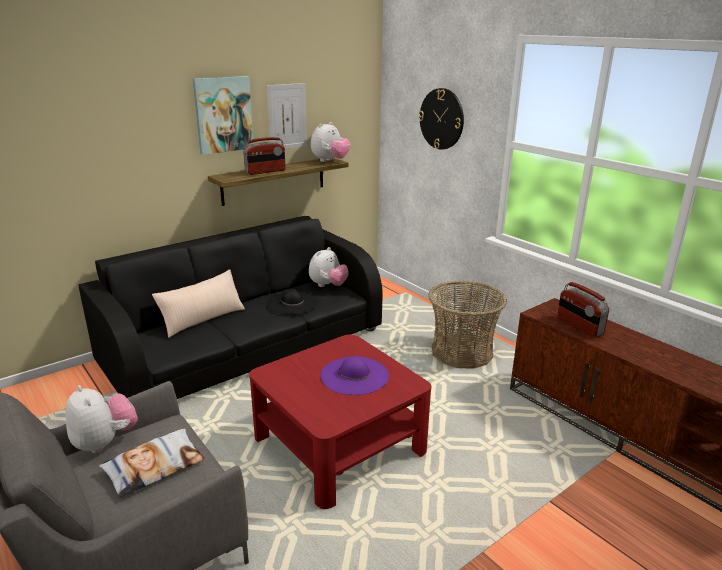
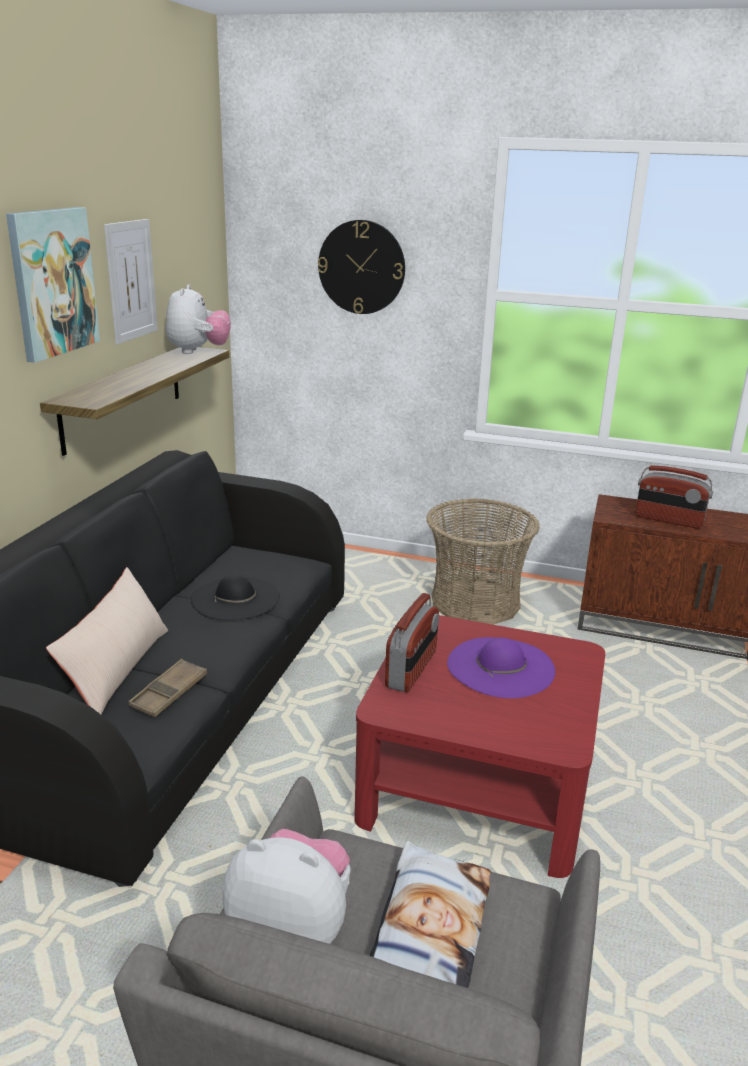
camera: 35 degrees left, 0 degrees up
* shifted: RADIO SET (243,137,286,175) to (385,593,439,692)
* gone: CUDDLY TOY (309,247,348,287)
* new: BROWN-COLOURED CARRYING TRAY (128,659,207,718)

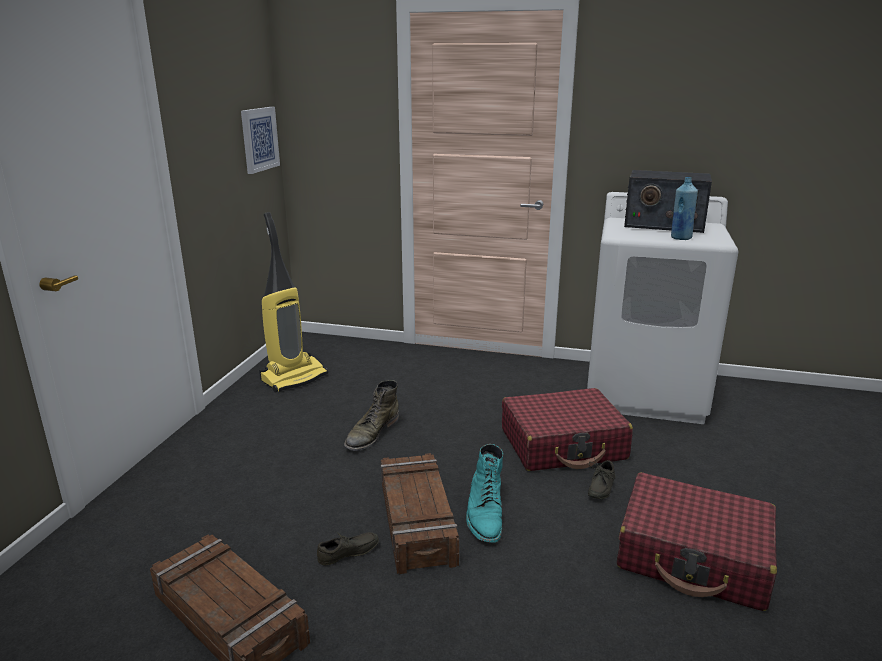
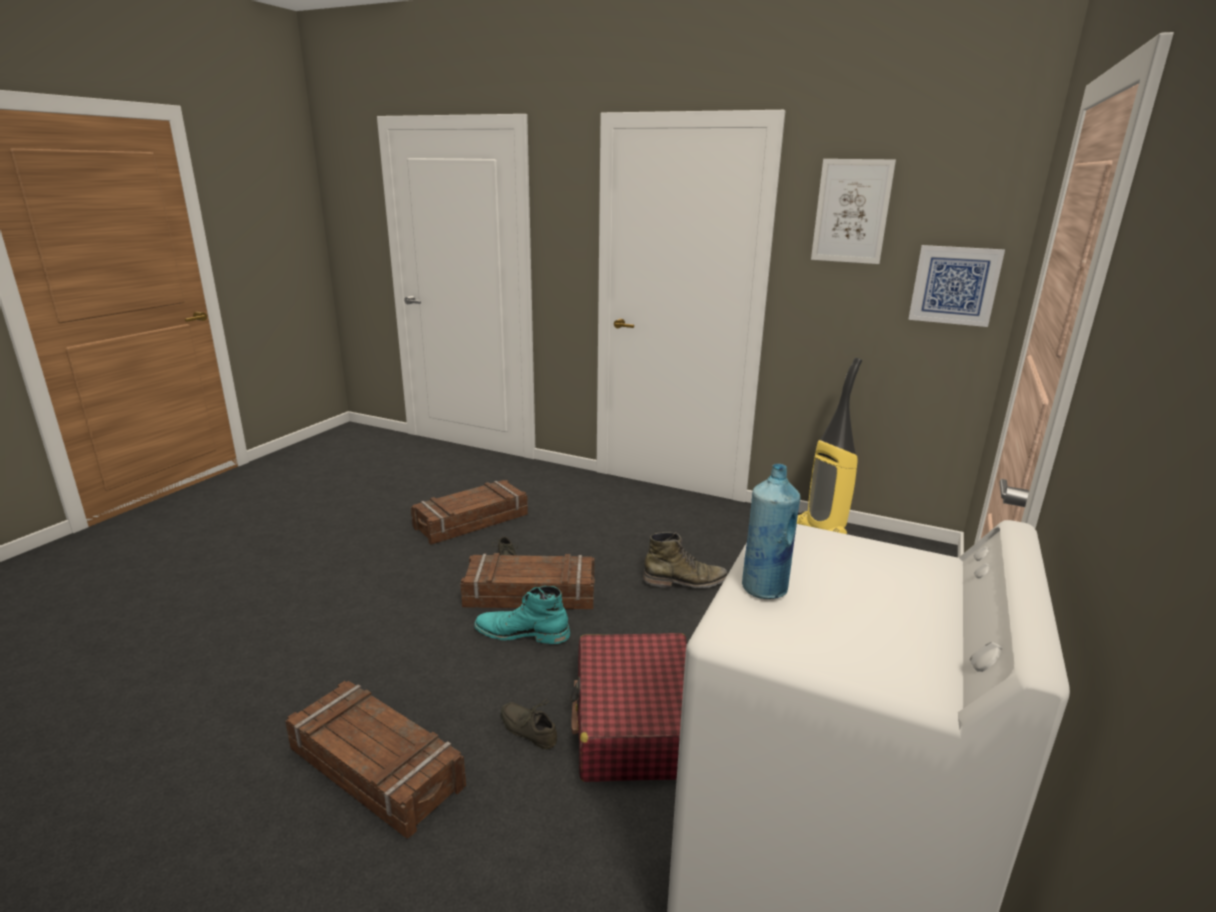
camera: 100 degrees right, 0 degrees up
* rotated: GREENISH HIGH-TOP BOOT (344,380,399,451) = (643,532,728,588) 135 degrees clockwise
* swapped: REDDISH SUITCASE (617,472,777,611) to CRATE (285,681,466,839)
* gone: RADIO SET (624,170,712,233)
* new: WALL ART (811,159,896,264)

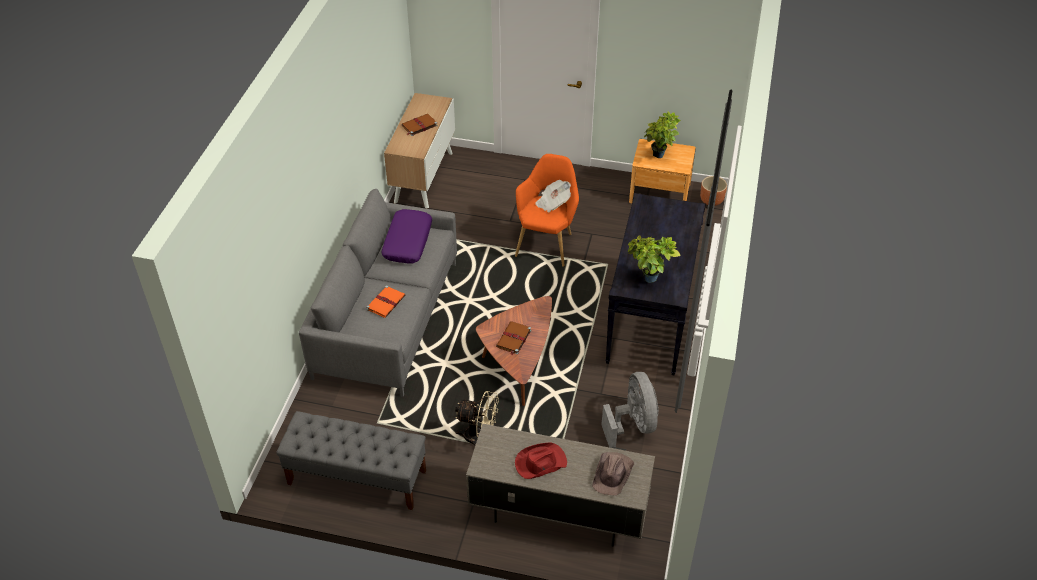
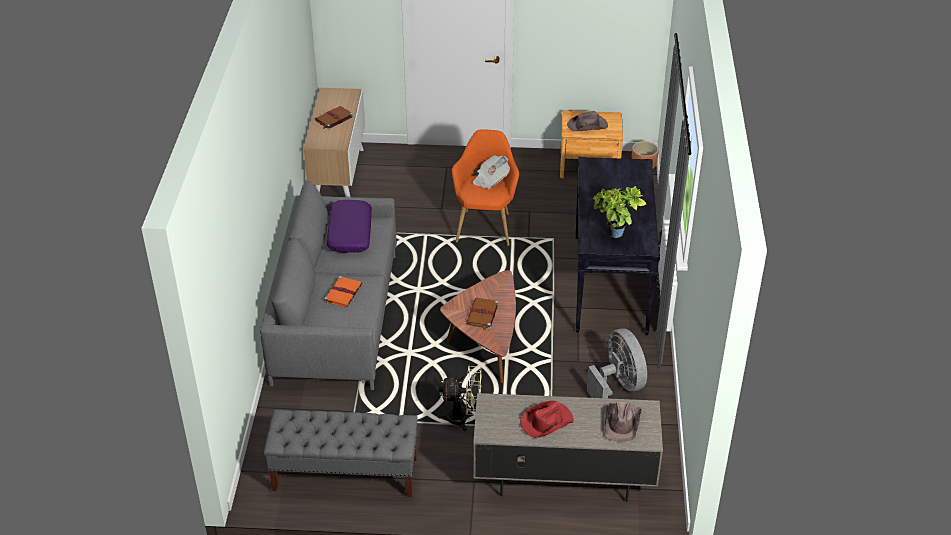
camera: 10 degrees left, 5 degrees down
* swapped: HOUSEPLANT (644,112,680,158) to BROWN-COLOURED CLOTHING HAT (567,111,608,131)

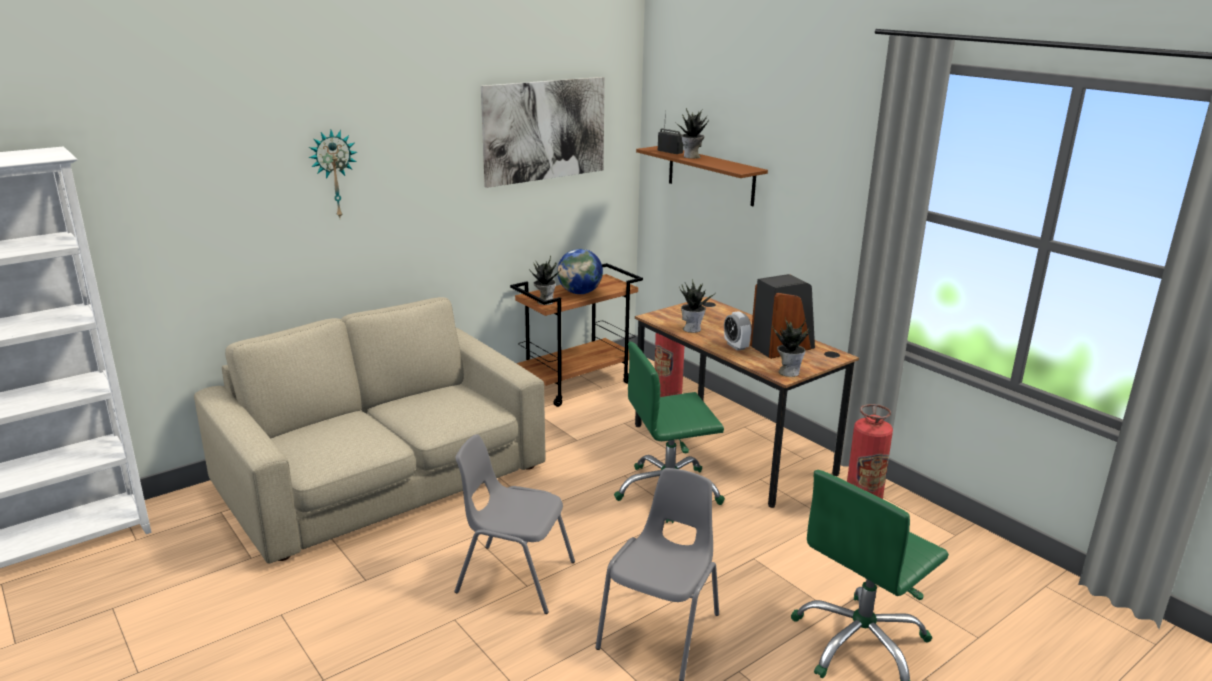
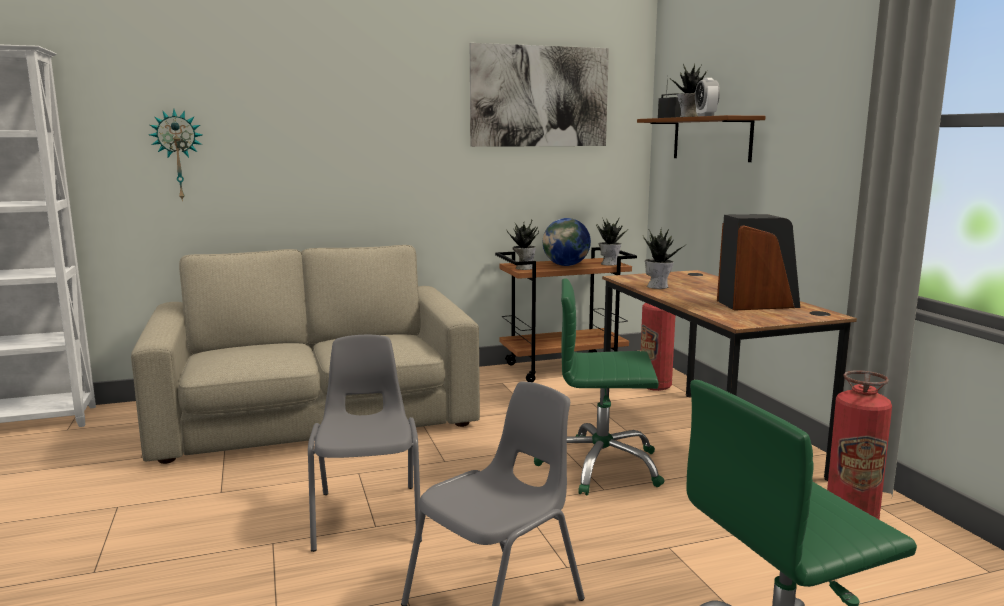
camera: 20 degrees right, 10 degrees down
* shifted: WALL CLOCK (308,130,357,218) to (149,109,202,201)
* rotated: GREY UPRIGHT CHAIR (455,434,575,614) = (308,335,422,552) 45 degrees clockwise
* shifted: TABLE CLOCK (724,311,752,351) to (695,78,720,116)
* shifted: HOUSEPLANT (772,317,811,377) to (596,218,627,266)

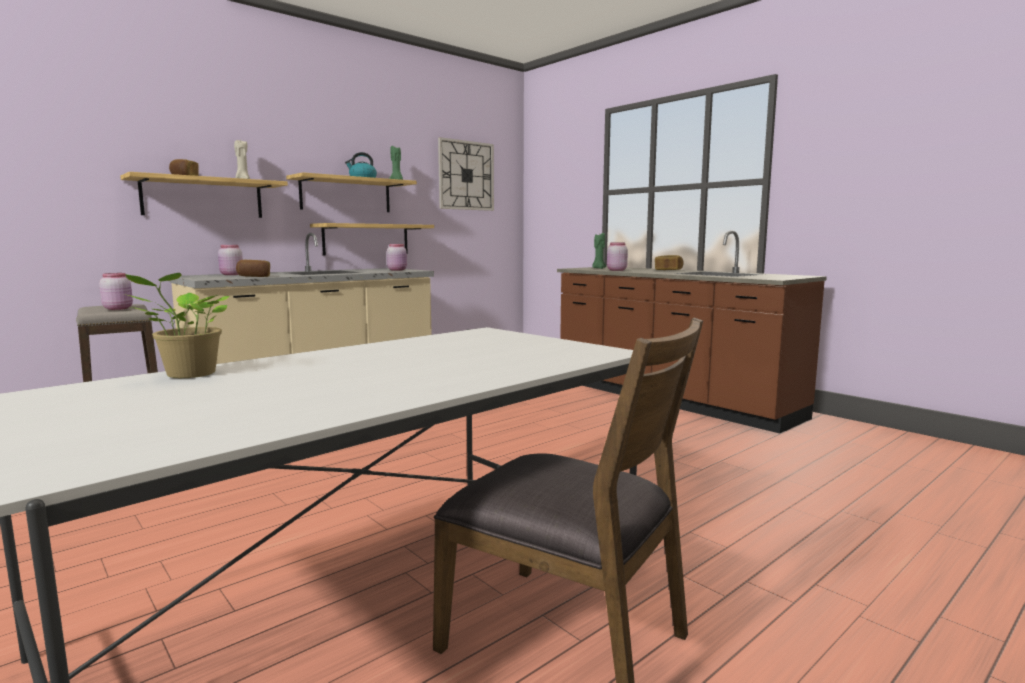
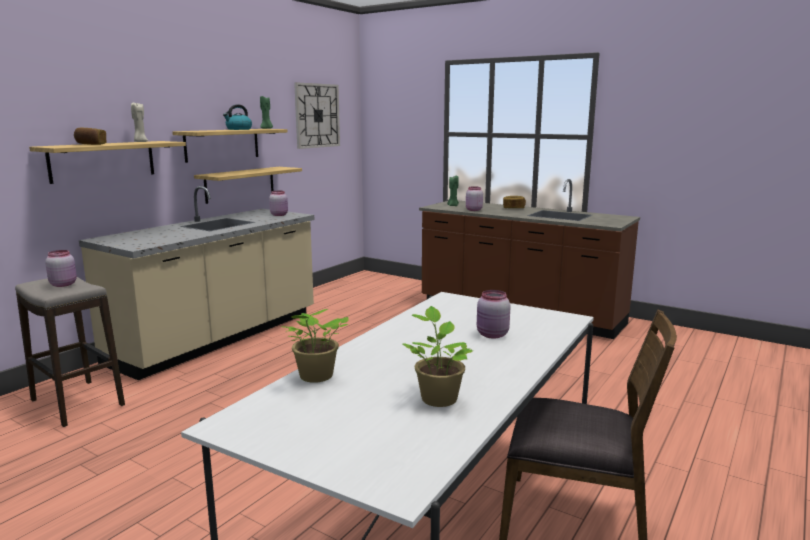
camera: 15 degrees left, 5 degrees up
* shifted: PINKISH STORAGE JAR (218,245,243,275) to (477,290,510,339)
* gone: BAKED BREAD (236,260,270,277)
* new: HOUSEPLANT (403,306,473,407)

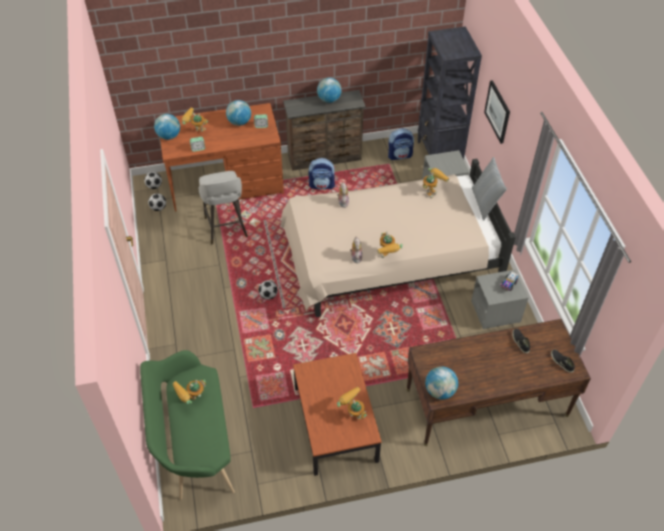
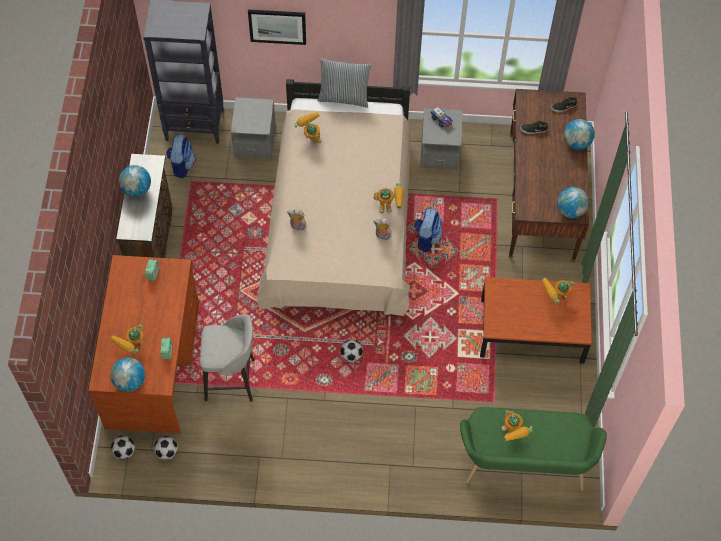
camera: 75 degrees left, 10 degrees up
* shifted: DESK GLOBE (226,100,251,126) to (564,119,595,150)
* shifted: RUCKSACK (309,158,335,190) to (414,209,443,252)

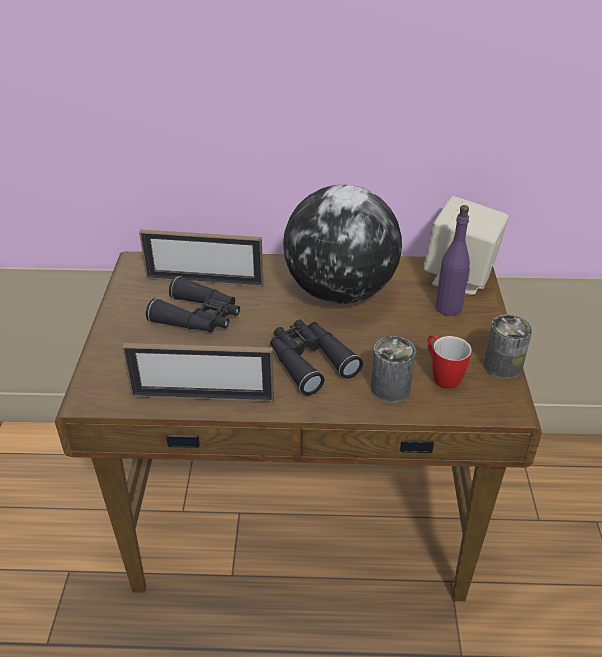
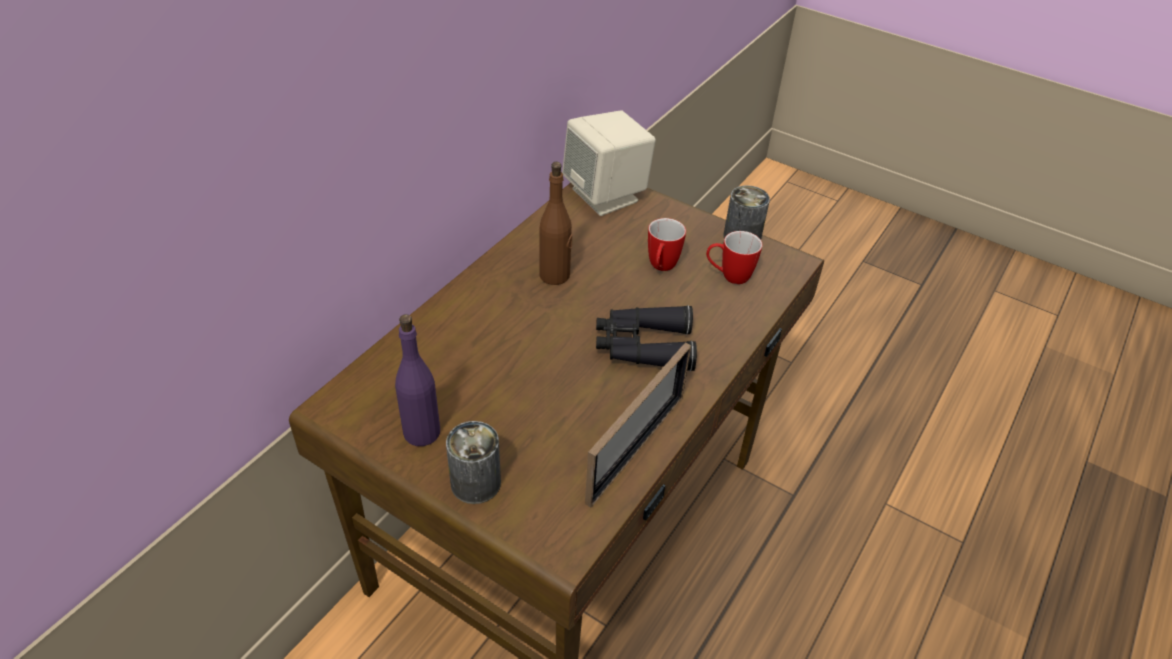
camera: 60 degrees left, 5 degrees up
* gone: STANDING FRAME (139,229,264,287)
* gone: BLACK-COLOURED BINOCULARS (146,276,240,333)
* swapped: DESK GLOBE (283,185,402,304) to BROWN-COLOURED BEVERAGE BOTTLE (539,162,572,285)
* shifted: SEALED CAN (371,336,415,403) to (446,421,501,504)
* shifted: PURPLE-COLOURED BEVERAGE BOTTLE (436,205,470,316) to (395,314,440,446)
* new: TEA MUG (648,218,686,271)

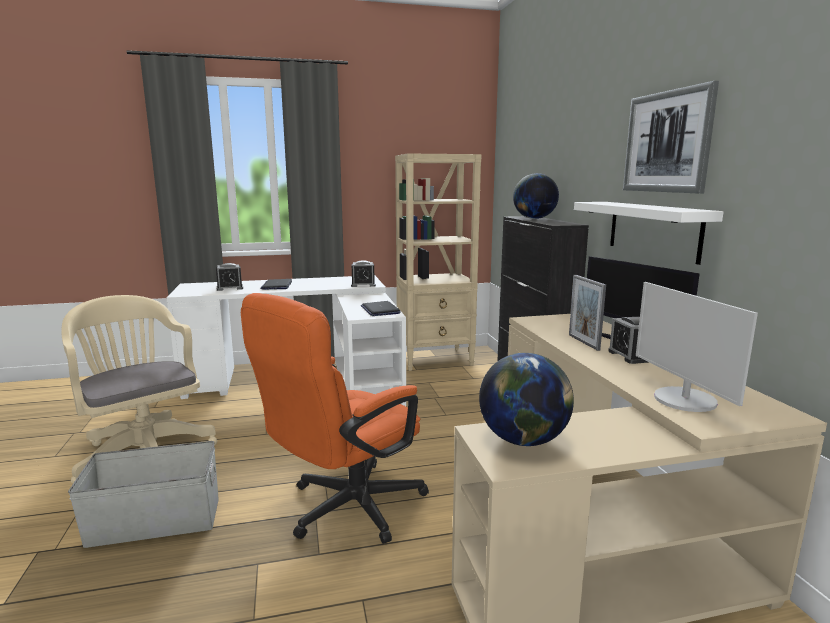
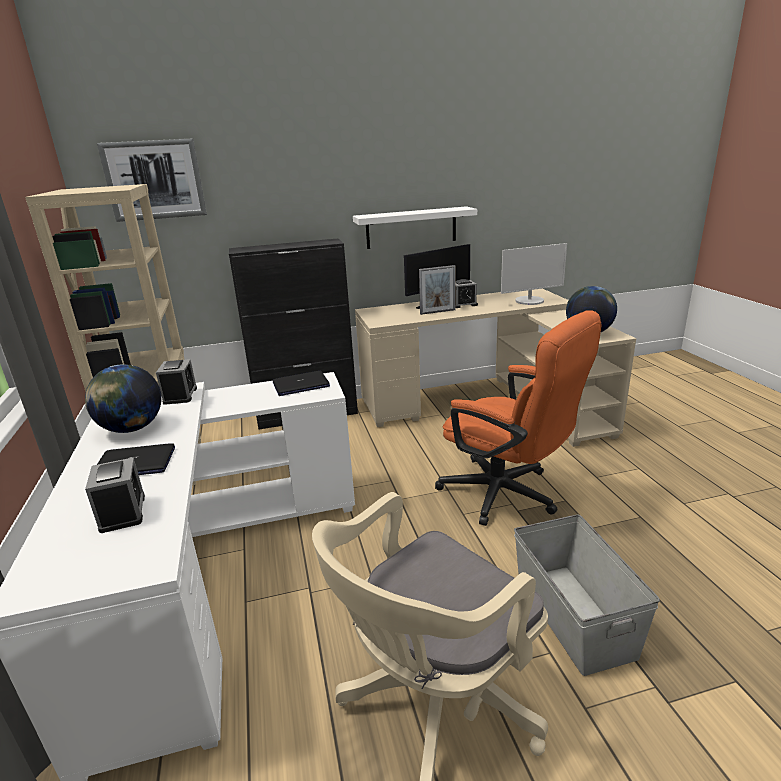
camera: 90 degrees left, 10 degrees up
* shifted: DESK GLOBE (513,173,559,219) to (85,364,161,433)
* shifted: WALL ART (623,81,719,193) to (97,139,207,222)

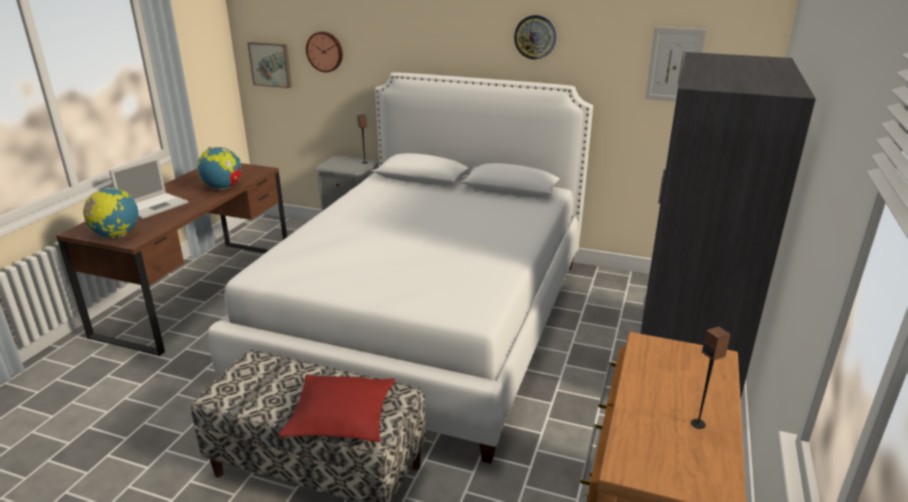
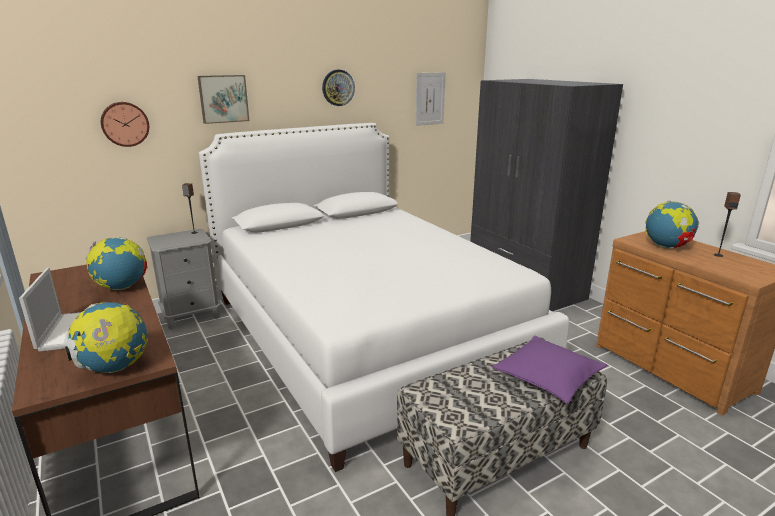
camera: 50 degrees left, 5 degrees down
* shifted: WALL ART (248,42,292,88) to (197,75,249,124)
* repainted: REDDISH CUSHION (279,374,395,442) to PURPLE-COLOURED CUSHION (492,336,607,404)
* new: DESK GLOBE (645,200,699,249)

